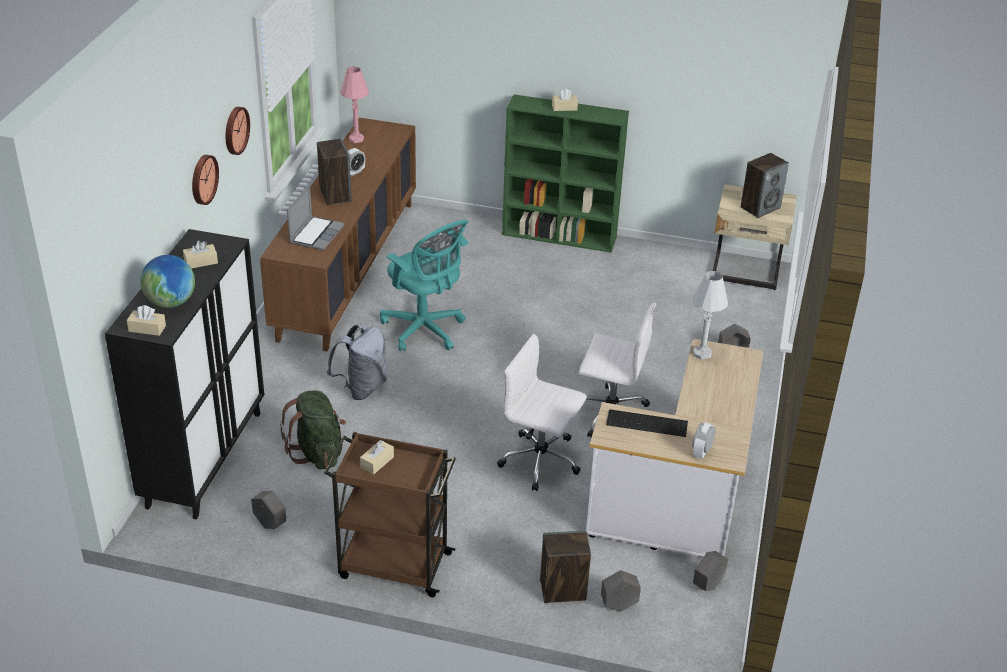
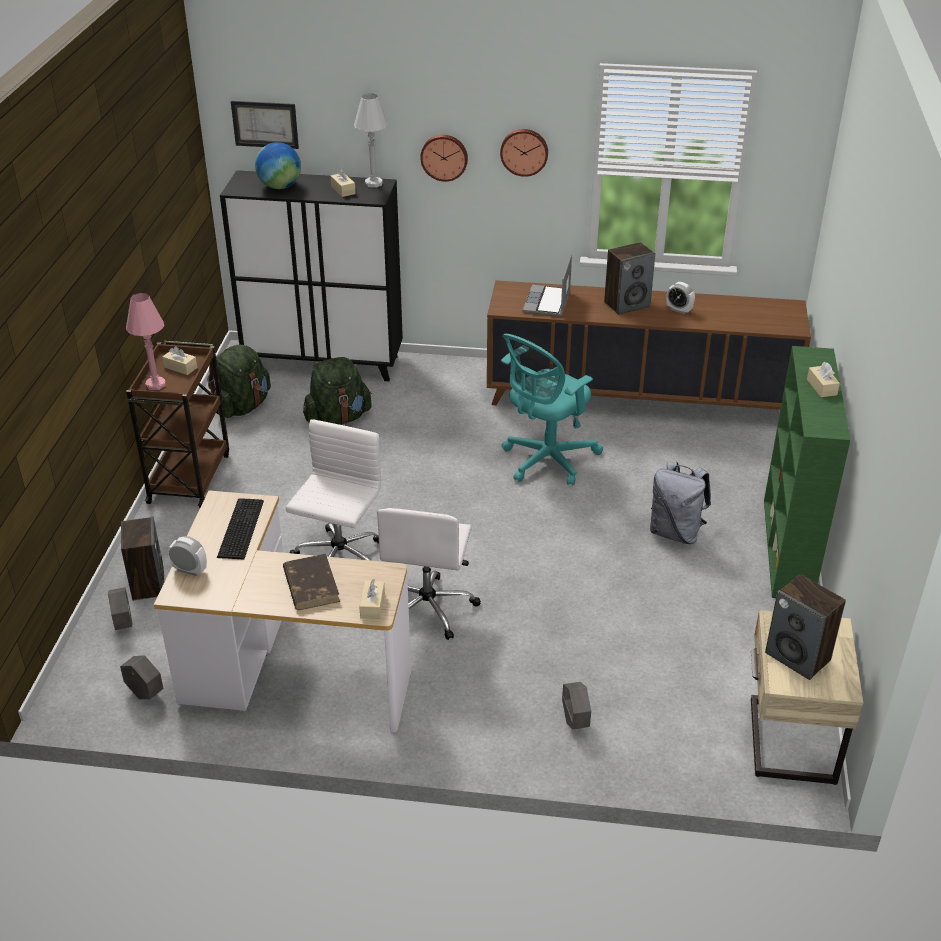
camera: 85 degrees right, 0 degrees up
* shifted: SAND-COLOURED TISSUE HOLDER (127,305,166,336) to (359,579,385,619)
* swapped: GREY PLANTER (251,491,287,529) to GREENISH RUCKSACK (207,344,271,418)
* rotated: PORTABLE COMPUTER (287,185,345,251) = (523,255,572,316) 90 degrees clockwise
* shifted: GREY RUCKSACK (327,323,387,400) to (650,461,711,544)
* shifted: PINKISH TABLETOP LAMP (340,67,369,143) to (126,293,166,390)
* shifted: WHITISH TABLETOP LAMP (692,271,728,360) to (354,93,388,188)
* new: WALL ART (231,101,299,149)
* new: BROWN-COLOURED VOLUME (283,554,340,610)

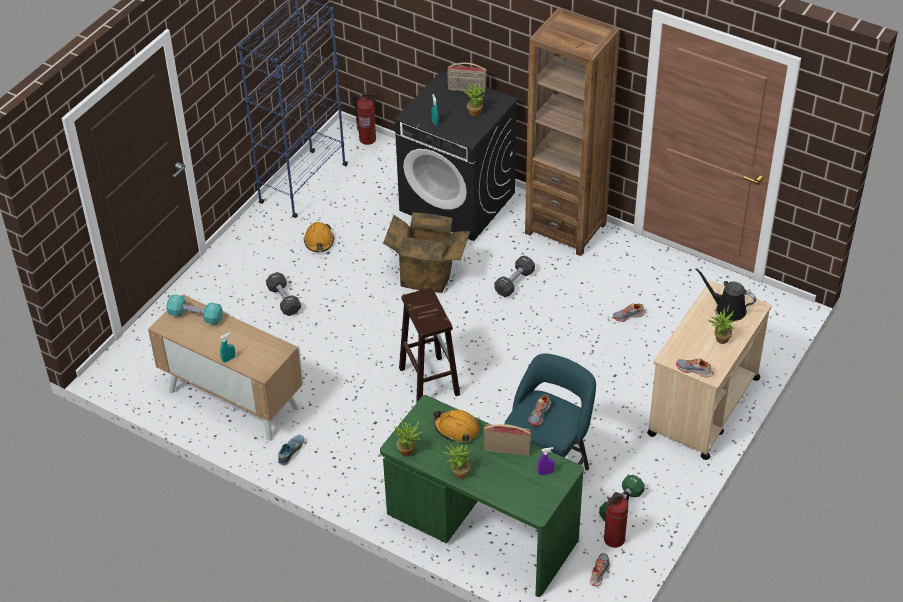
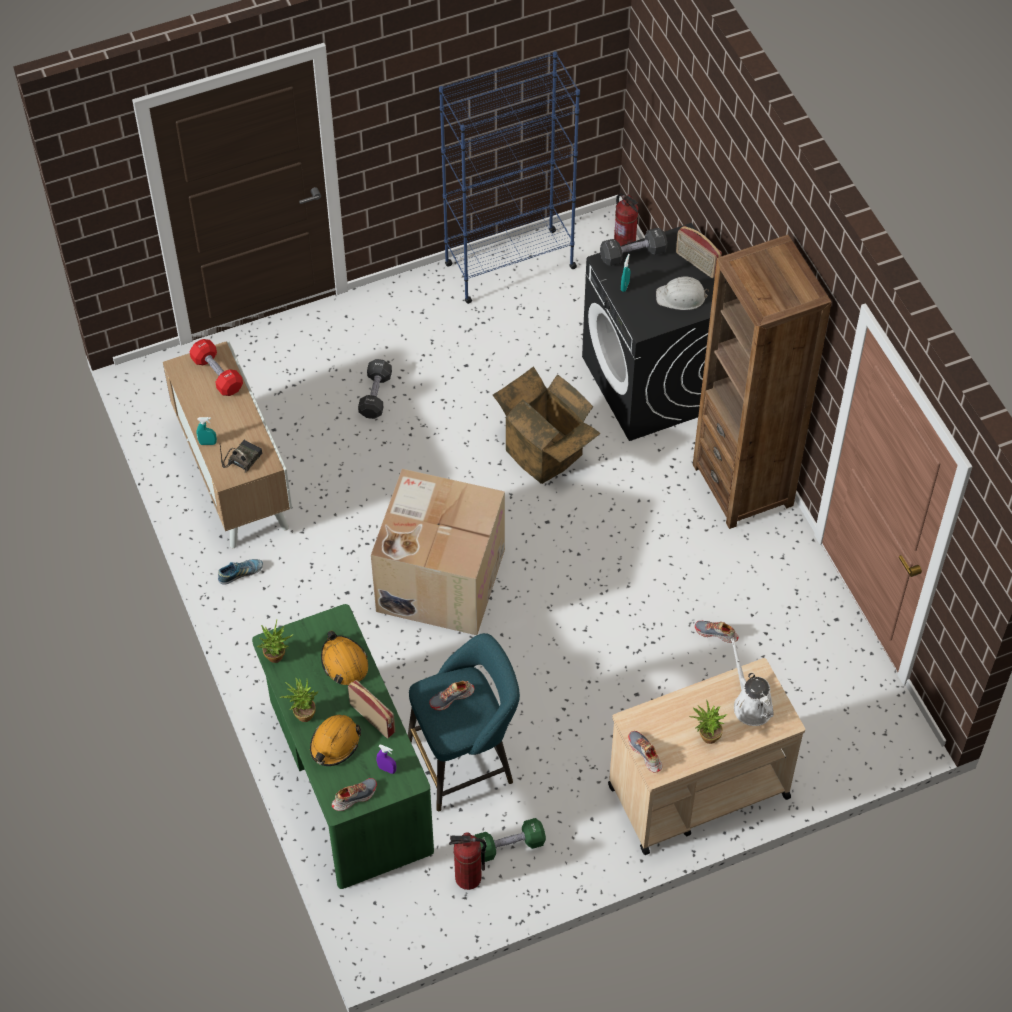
camera: 35 degrees right, 10 degrees up
* repainted: TURQUOISE-COLOURED DUMBBELL (166,295,223,325) to REDDISH DUMBBELL (189,339,243,396)
* shifted: ORANGE HARD HAT (304,222,334,252) to (310,715,361,766)
* swapped: BROWN-COLOURED SITTING STOOL (399,287,460,403) to CARTON (371,469,505,635)
* swapped: HOUSEPLANT (463,83,486,116) to WHITISH HARD HAT (656,277,709,310)
* shifted: BLACK-COLOURED DUMBBELL (494,255,535,297) to (600,228,668,266)
* shifted: ITEM OF FOOTWEAR (590,553,610,586) to (332,778,377,811)
* repainted: BLACK-COLOURED WATERING CAN (695,268,756,321) to WHITISH WATERING CAN (731,638,774,726)
* new: RADIO SET (220,440,262,473)

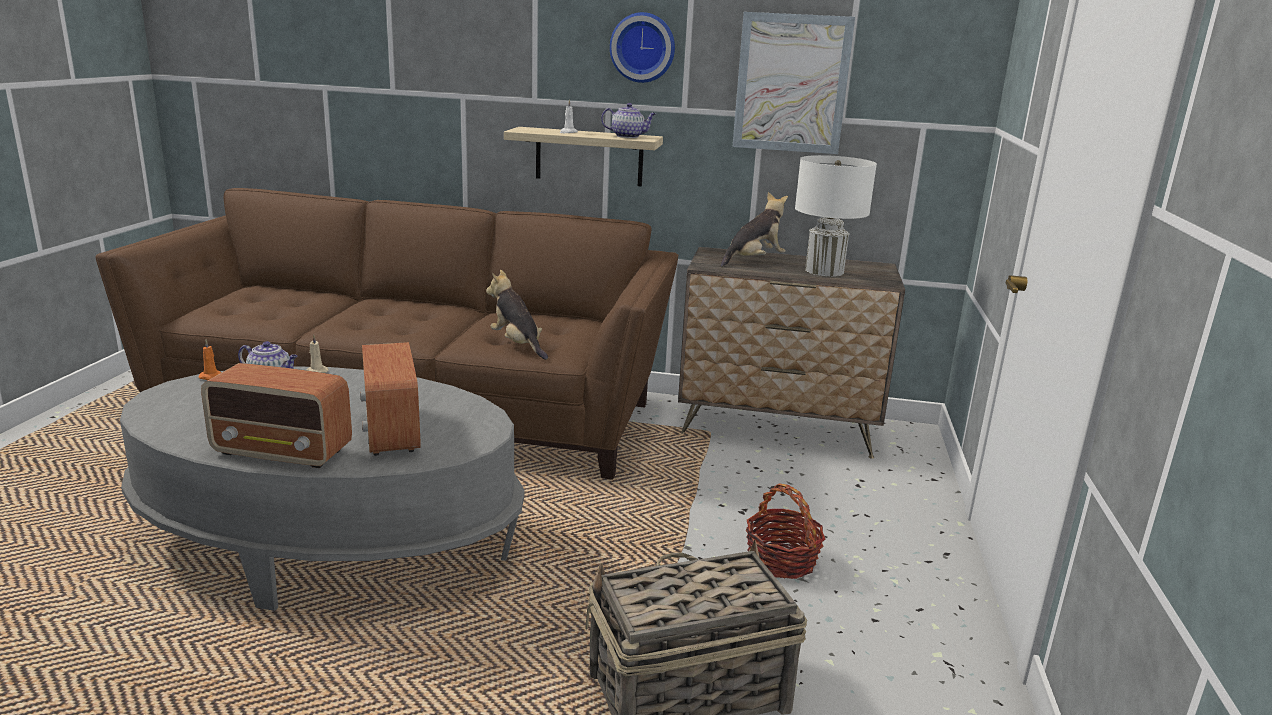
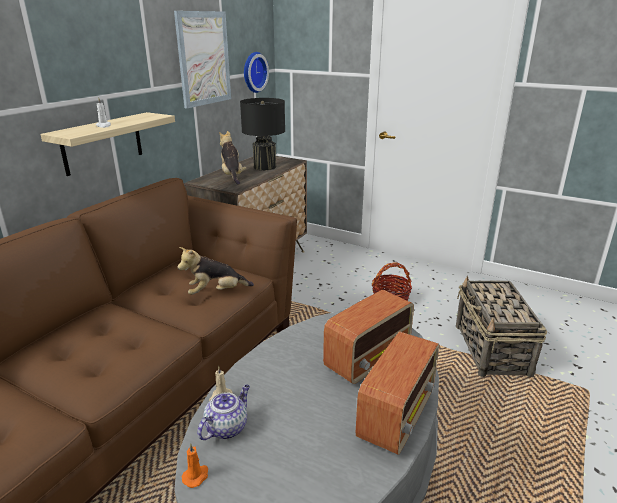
camera: 70 degrees left, 5 degrees up
* rotated: RADIO SET (360,342,421,456) = (323,290,414,384) 45 degrees counterclockwise
* gone: TEA POT (601,103,656,138)
* shifted: WALL CLOCK (610,12,675,83) to (244,52,269,93)
* repainted: WHITISH TABLETOP LAMP (795,155,877,277) to BLACK-COLOURED TABLETOP LAMP (240,98,285,170)

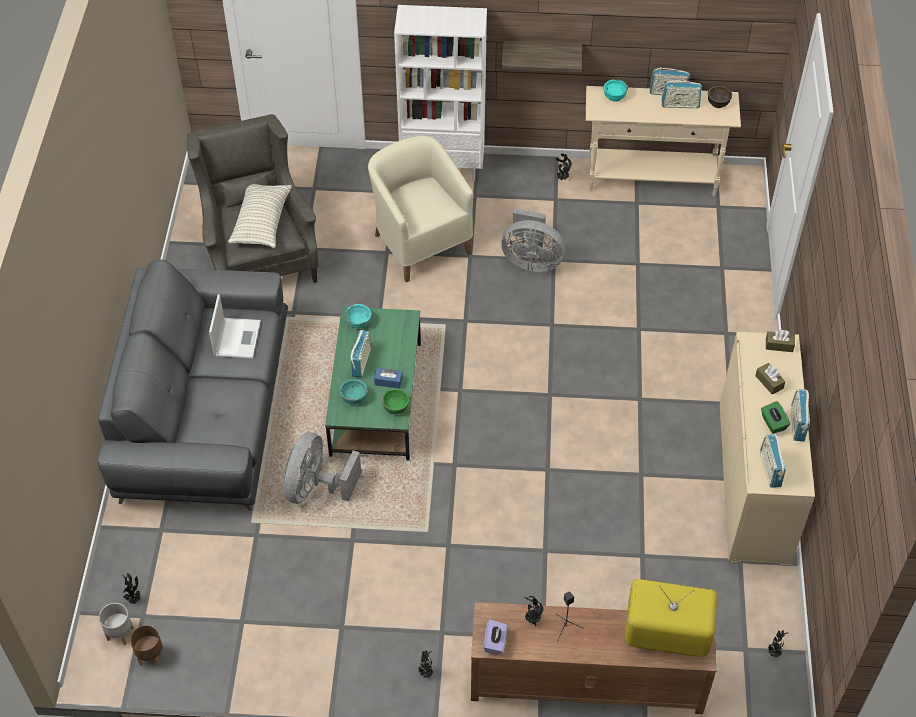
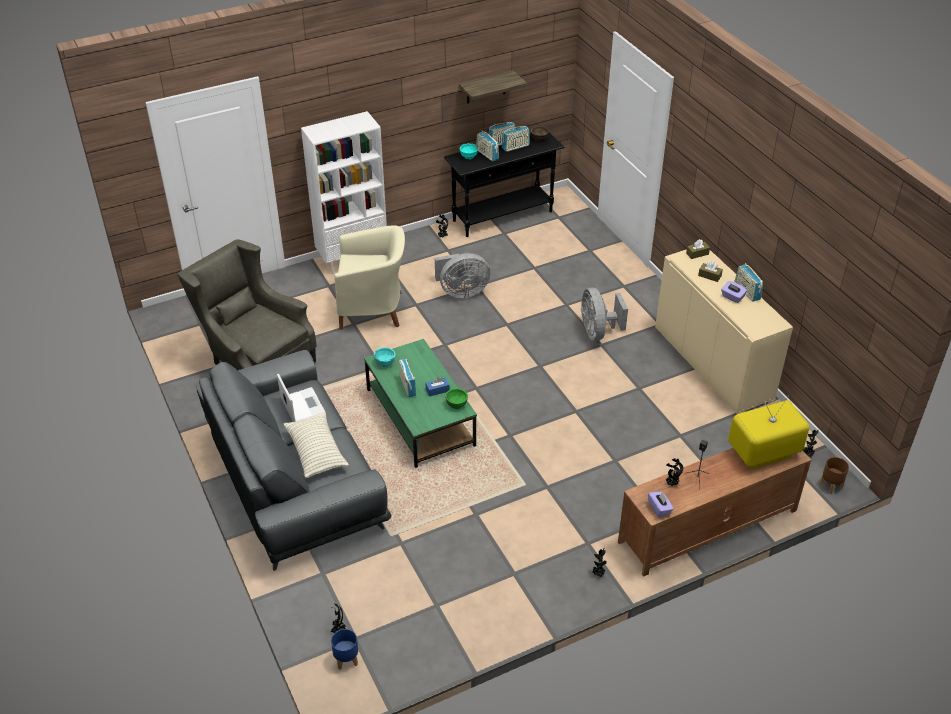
camera: 30 degrees left, 10 degrees down
* repainted: GREY PLANTER (99,603,134,645) to BLUE-COLOURED PLANTER (331,629,358,670)
* shifted: BROWN-COLOURED PLANTER (130,625,163,666) to (820,457,849,494)
* shifted: CUSHION (228,184,292,248) to (283,412,349,478)
* shifted: GREY ELECTRIC FAN (284,432,361,504) to (581,288,628,341)
* gone: TURQUOISE-COLOURED SERVING BOWL (340,379,367,405)
* rotated: SAND-COLOURED EASY CHAIR (368,135,473,282) = (334,225,405,330) 150 degrees clockwise
* shifted: WALL SHELF (502,41,582,73) to (459,70,527,103)
* repainted: SAND-COLOURED CONSOLE TABLE (586,86,741,196) to BLACK-COLOURED CONSOLE TABLE (444,132,564,237)
* shifted: RADIO SET (760,434,786,488) to (476,130,499,162)
* repainted: GREENISH TISSUE HOLDER (761,401,790,434) to PURPLE-COLOURED TISSUE HOLDER (721,281,747,303)

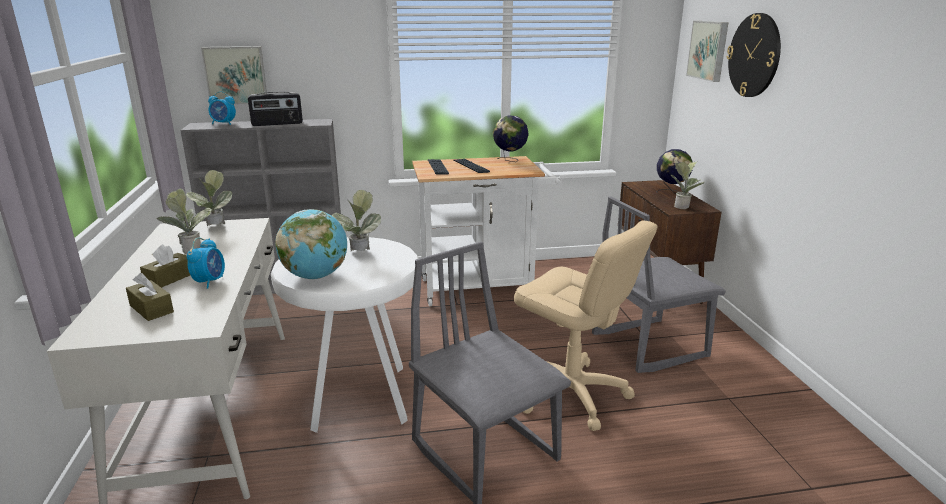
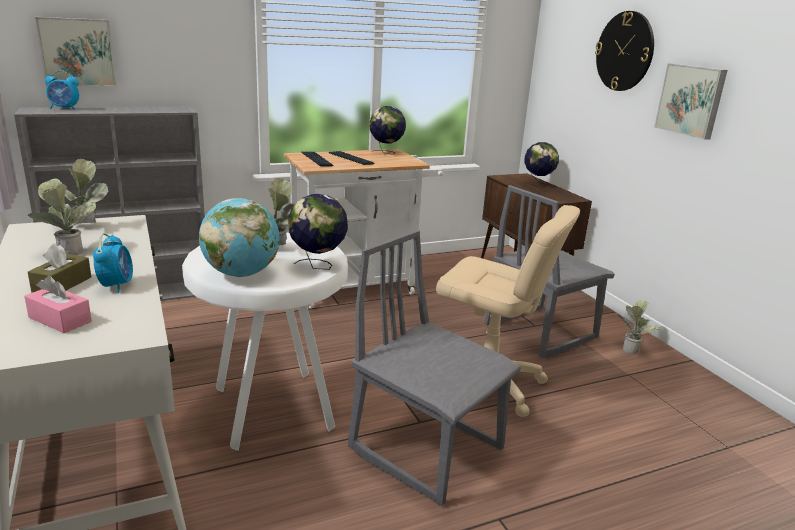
camera: 15 degrees left, 0 degrees up
* repainted: BROWN-COLOURED TISSUE HOLDER (126,273,174,321) to PINKISH TISSUE HOLDER (24,276,92,333)
* gone: RADIO SET (248,92,303,126)
* shifted: HOUSEPLANT (671,161,704,209) to (618,300,660,354)
* shifted: WALL ART (686,21,728,82) to (654,63,727,140)
* new: DESK GLOBE (288,194,348,270)

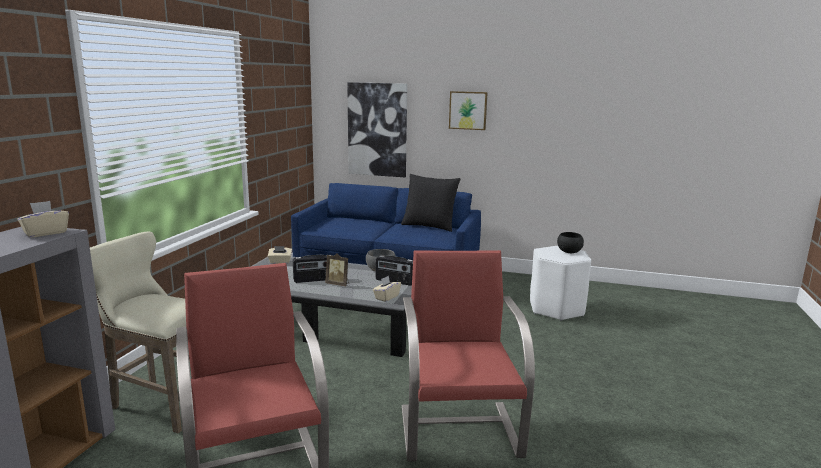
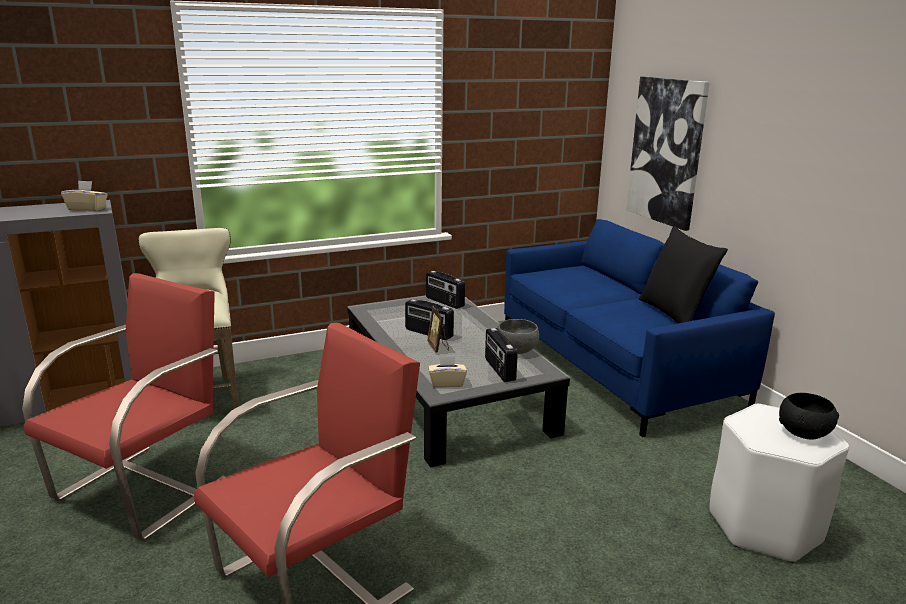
camera: 50 degrees right, 5 degrees up
* swapped: SAND-COLOURED TISSUE HOLDER (268,246,292,264) to RADIO SET (426,271,465,309)
* gone: WALL ART (449,91,488,130)

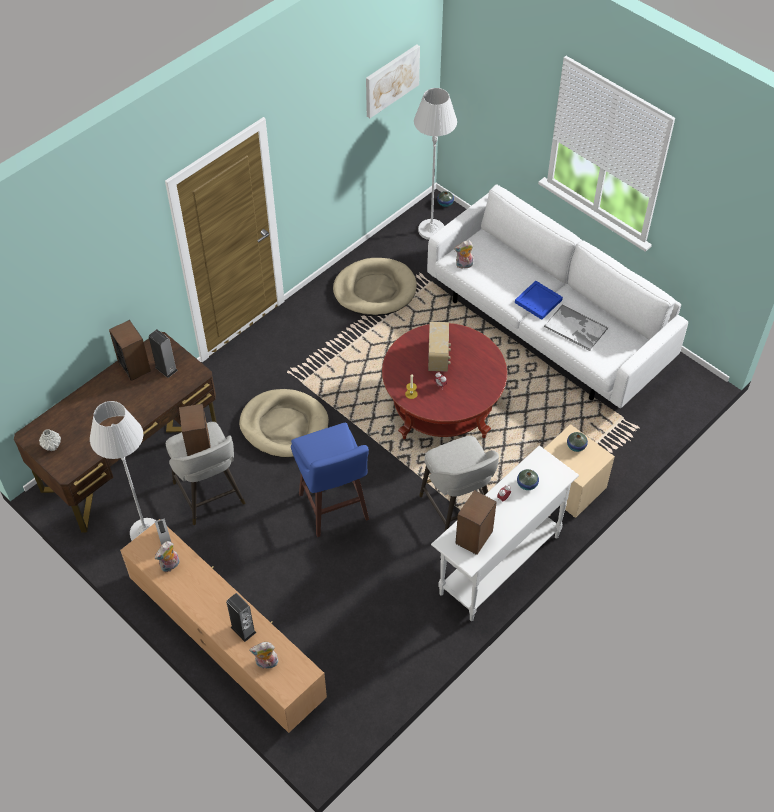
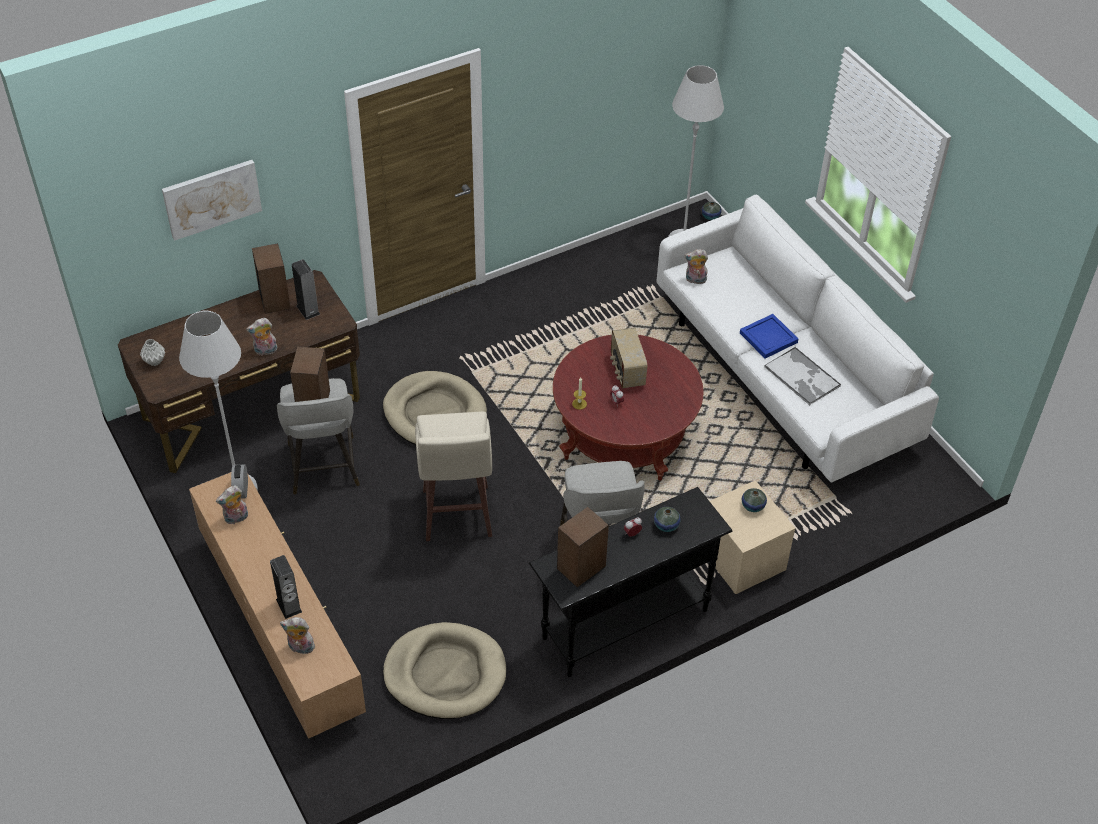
camera: 15 degrees right, 5 degrees down
* repainted: BLUE-COLOURED SITTING STOOL (291,422,369,537) to SAND-COLOURED SITTING STOOL (415,412,492,541)
* shifted: SAND-COLOURED DOG CUSHION (333,258,417,316) to (383,622,506,719)
* shifted: WALL ART (366,44,420,118) to (162,160,262,241)
* rotated: RADIO SET (428,322,451,371) = (610,328,647,388) 150 degrees clockwise
* repainted: WHITISH CONSOLE TABLE (431,445,579,621) to BLACK-COLOURED CONSOLE TABLE (529,487,732,677)
* new: CUDDLY TOY (246,318,277,356)

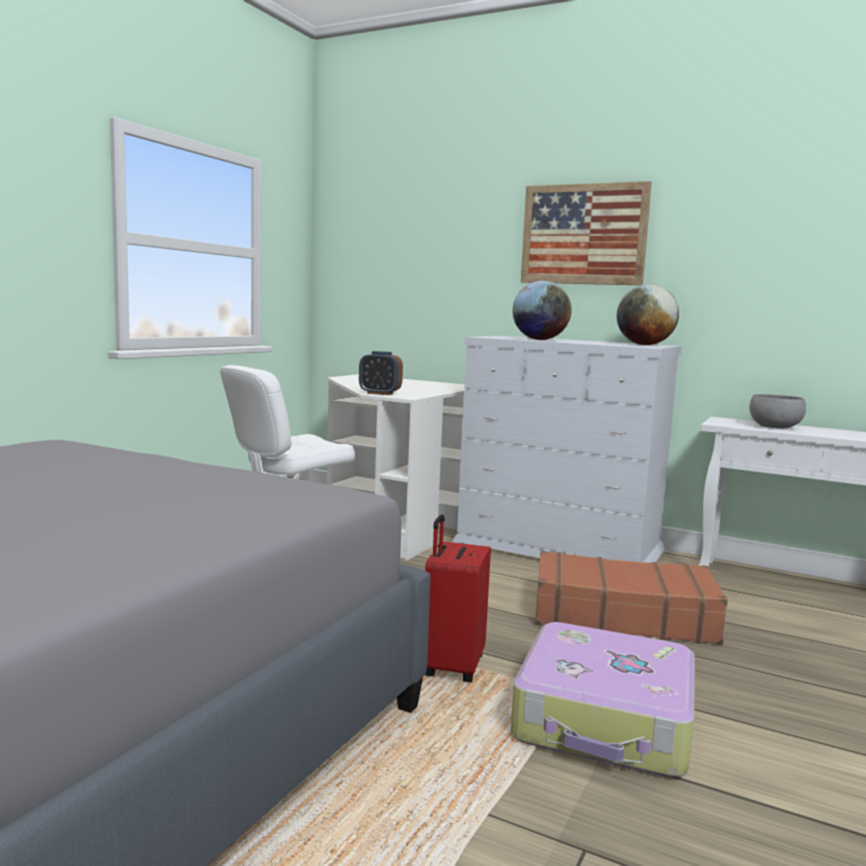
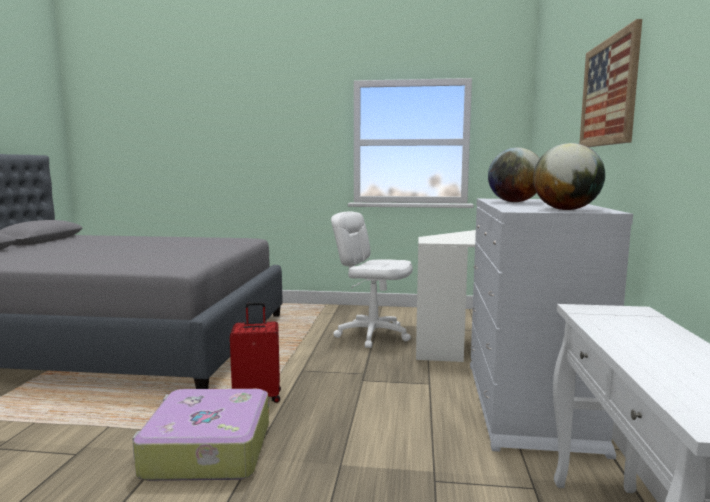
camera: 70 degrees right, 0 degrees up
* gone: TABLE CLOCK (359,351,403,395)
* gone: BROWN-COLOURED SUITCASE (535,551,728,645)
* gone: GREY SERVING BOWL (749,394,806,429)

